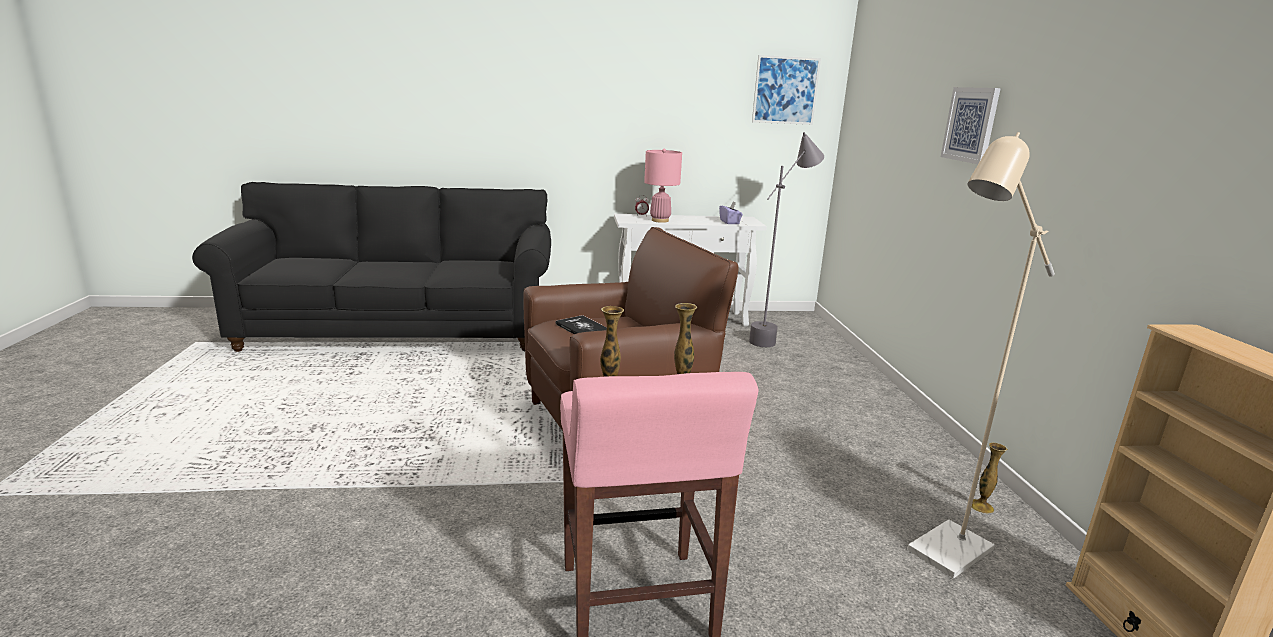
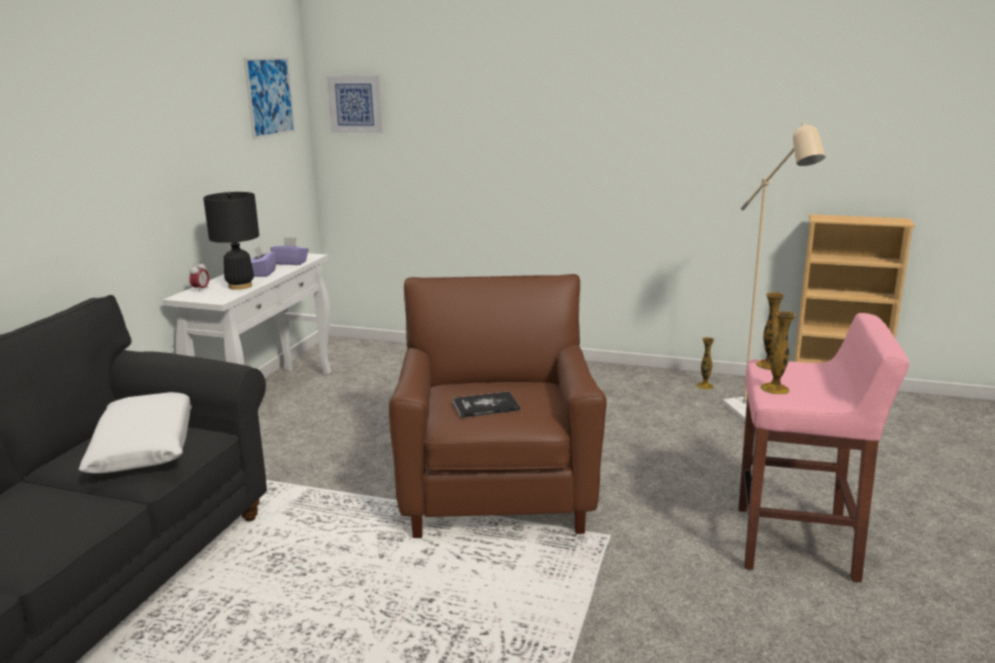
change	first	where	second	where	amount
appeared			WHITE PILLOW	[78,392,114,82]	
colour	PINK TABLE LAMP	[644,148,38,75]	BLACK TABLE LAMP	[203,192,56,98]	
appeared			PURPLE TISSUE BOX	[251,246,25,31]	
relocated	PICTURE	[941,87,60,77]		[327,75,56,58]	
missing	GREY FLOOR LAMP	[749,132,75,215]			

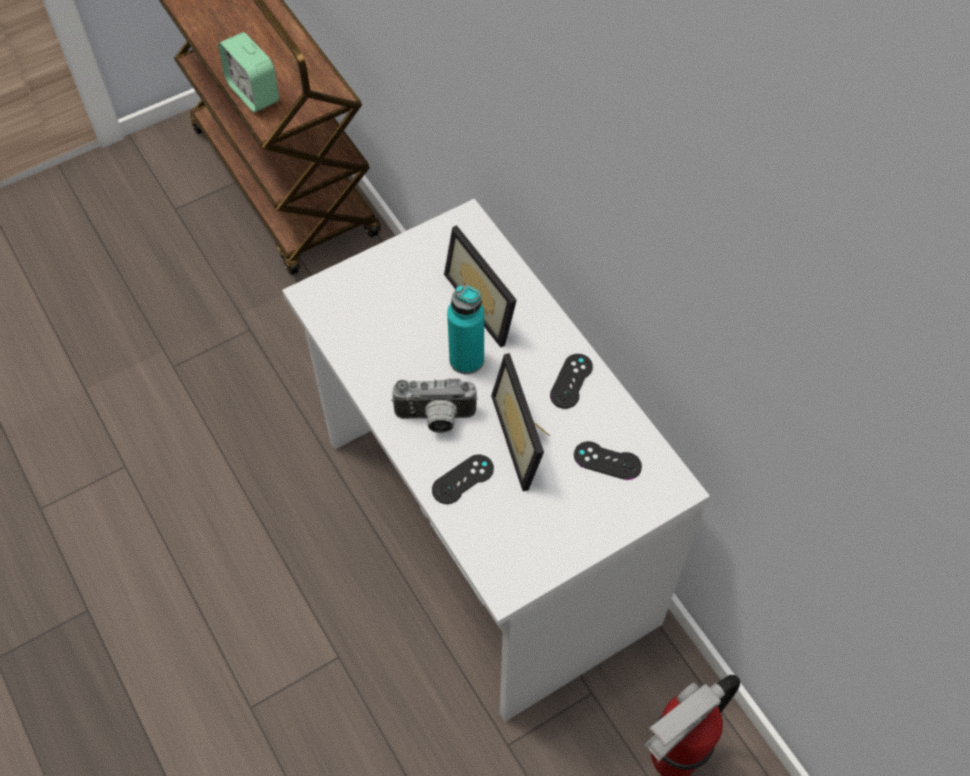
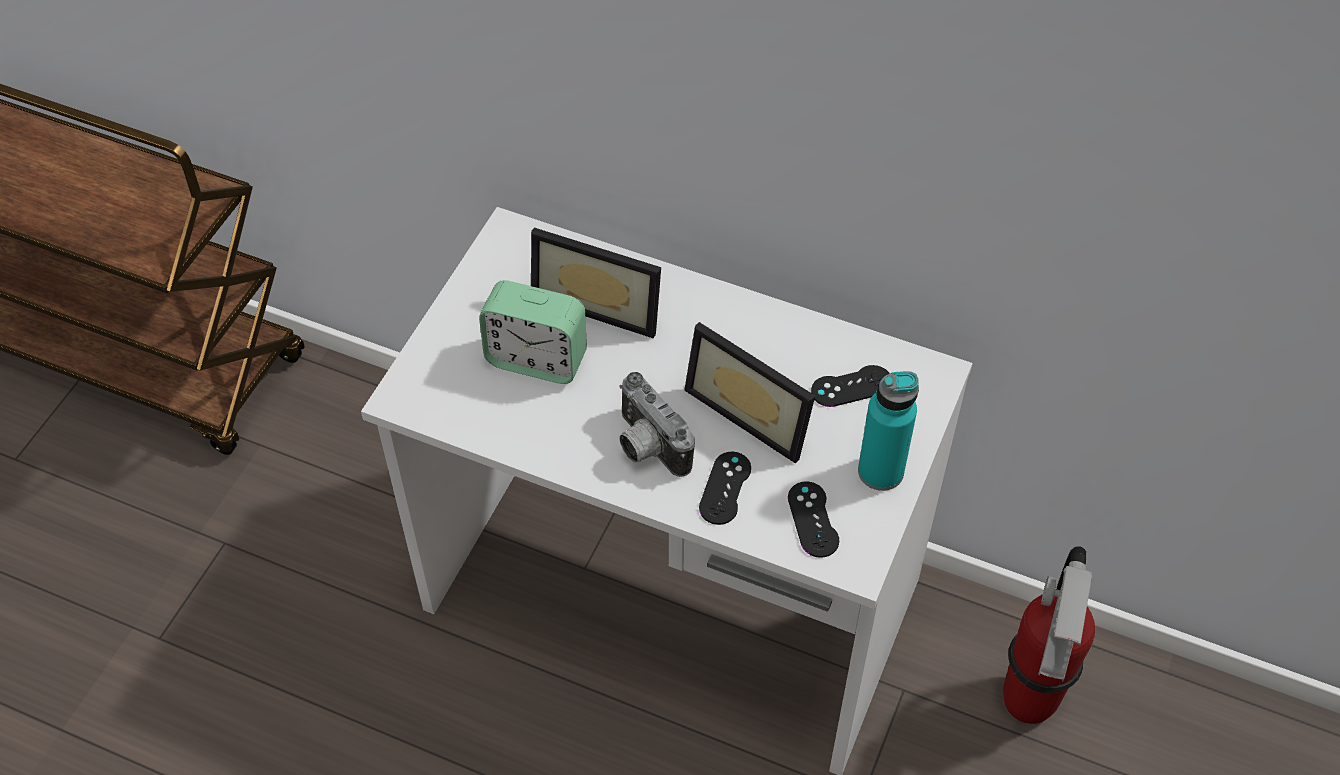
change	first	where	second	where	amount
relocated	ALARM CLOCK	[218,32,61,80]		[479,280,108,104]	
spun	PHOTO CAMERA	[391,379,87,54]		[619,372,76,105]	90 degrees clockwise
relocated	BLACK GAME CONTROLLER	[550,354,43,55]		[788,481,51,77]	
relocated	TURQUOISE BOTTLE	[447,285,37,90]		[858,371,61,120]	

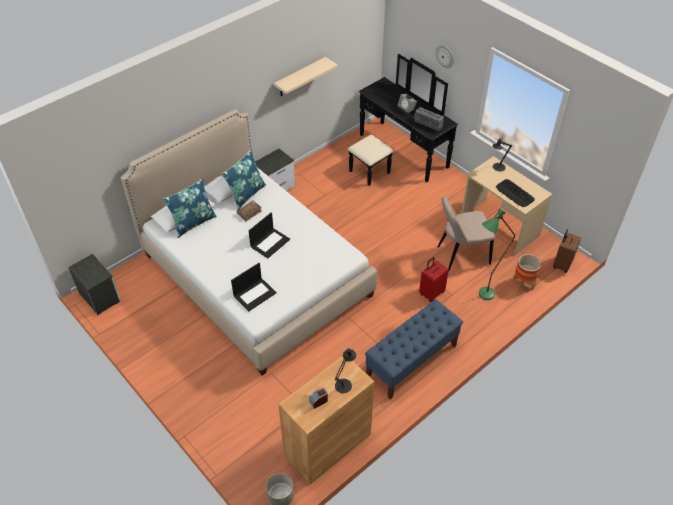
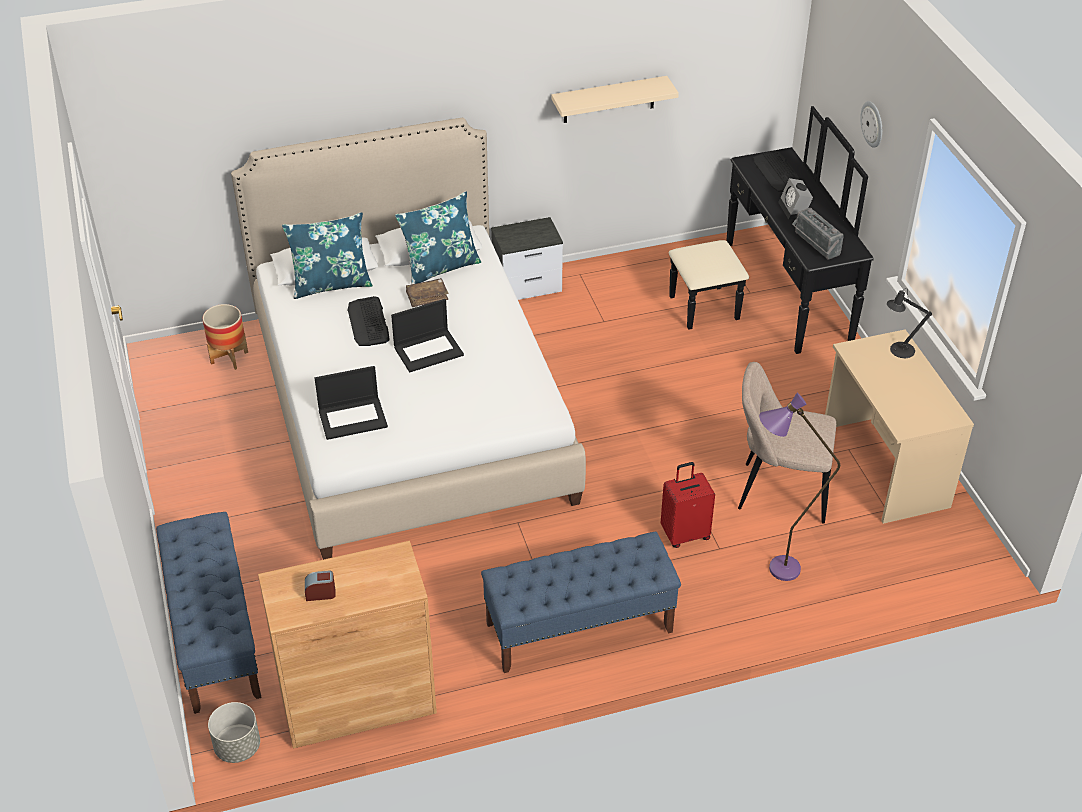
change	first	where	second	where	amount
appeared			BLUE BENCH	[156,512,106,202]	
relocated	PLANTER	[513,254,28,37]		[203,304,45,66]	
relocated	KEYBOARD	[496,179,39,28]		[347,296,43,50]	
colour	GREEN FLOOR LAMP	[479,208,36,92]	PURPLE FLOOR LAMP	[759,393,81,188]	
missing	NIGHTSTAND	[68,254,53,61]			
missing	BLACK TABLE LAMP	[335,348,21,45]			
missing	BROWN SUITCASE	[553,229,28,44]			

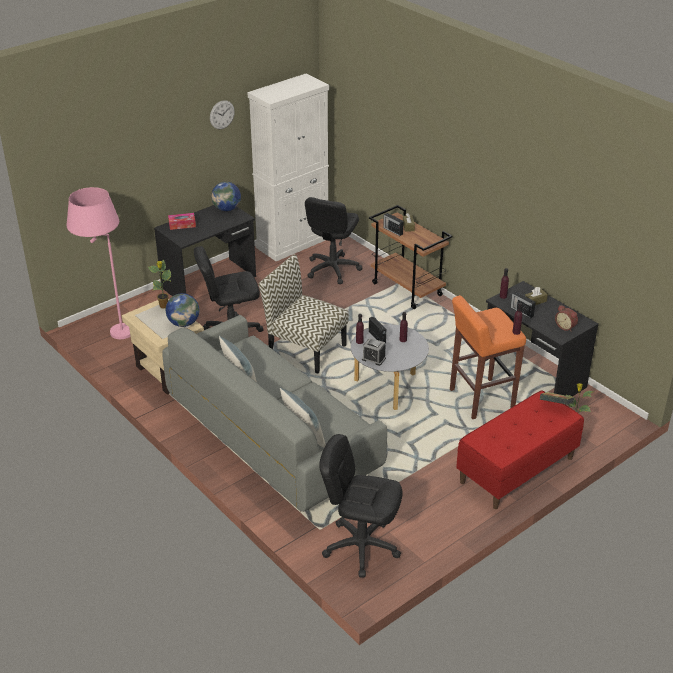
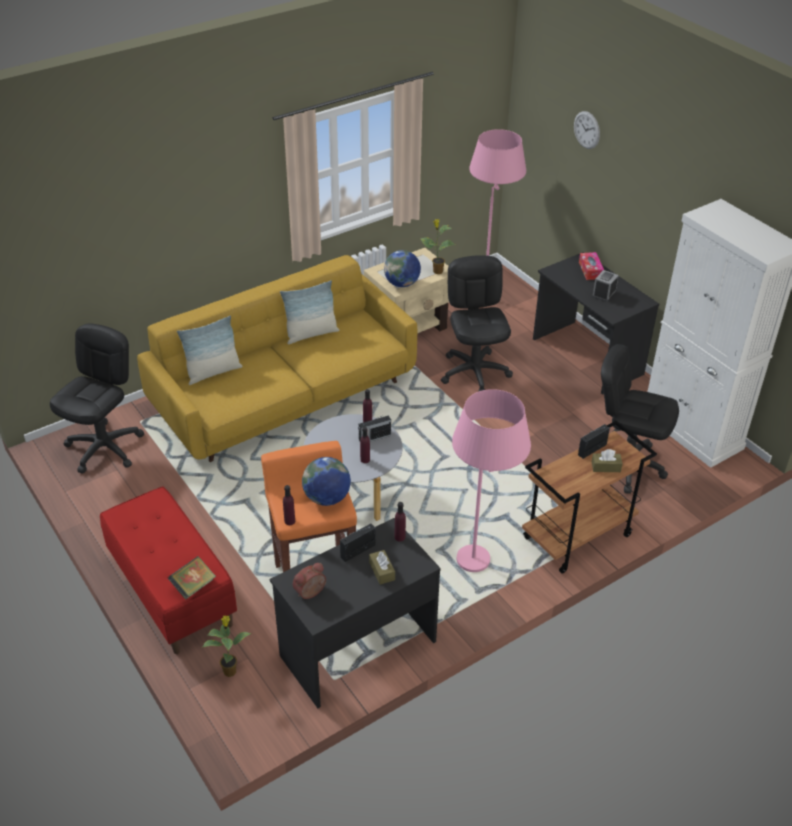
change	first	where	second	where	amount
colour	GREY SOFA	[162,315,225,197]	YELLOW SOFA	[137,255,280,207]	
relocated	GLOBE	[211,182,30,29]		[302,457,49,49]	
appeared			PINK FLOOR LAMP	[452,389,79,183]	
relocated	WALL CLOCK	[210,100,25,29]		[574,111,26,38]	
relocated	ALARM CLOCK	[362,338,24,28]		[592,270,27,32]	
missing	CHAIR	[259,255,90,119]			

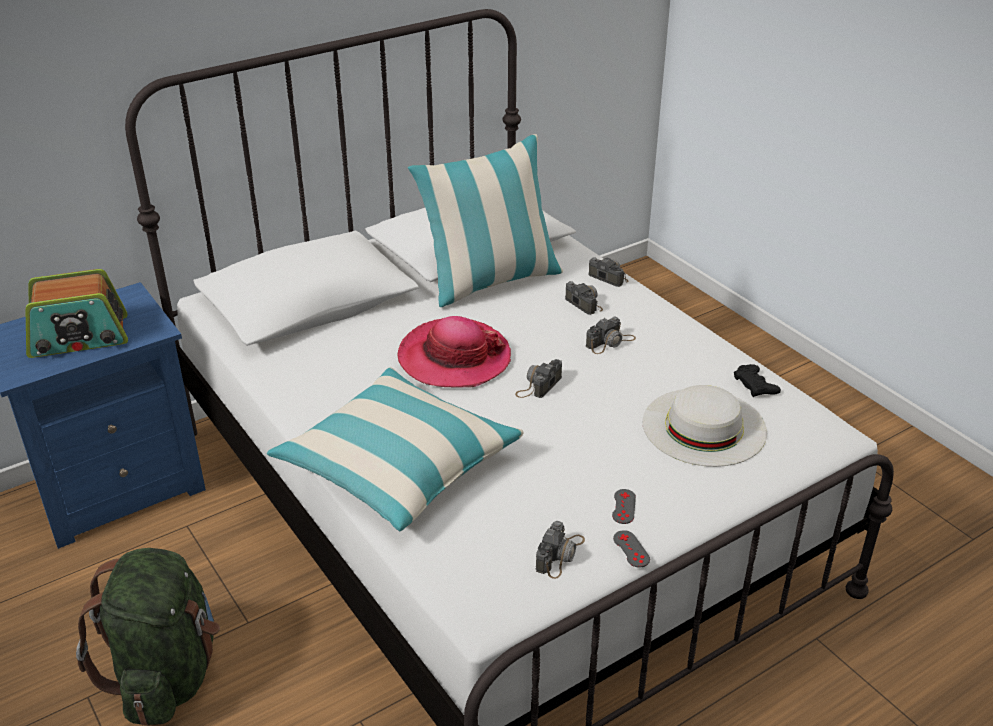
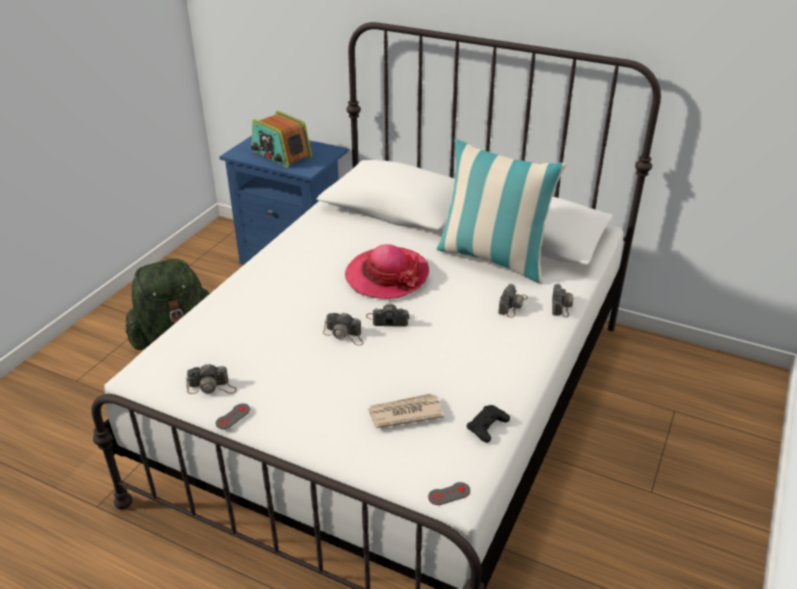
change	first	where	second	where	amount
relocated	PHOTO CAMERA	[586,317,50,37]		[323,312,41,34]	
exchanged	WHITE HAT	[642,385,125,82]	NEWSPAPER	[368,393,76,35]	
relocated	GREY GAME CONTROLLER	[612,489,24,35]		[428,482,42,23]	
missing	PILLOW	[267,367,256,165]			

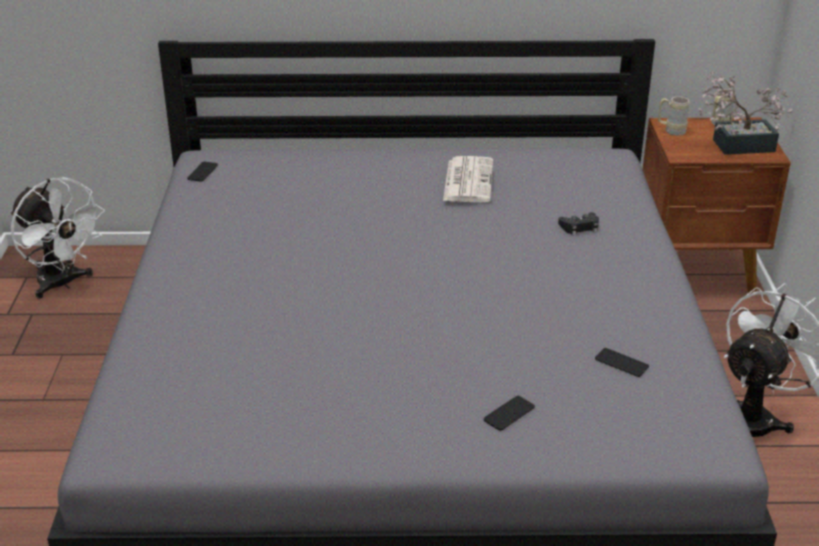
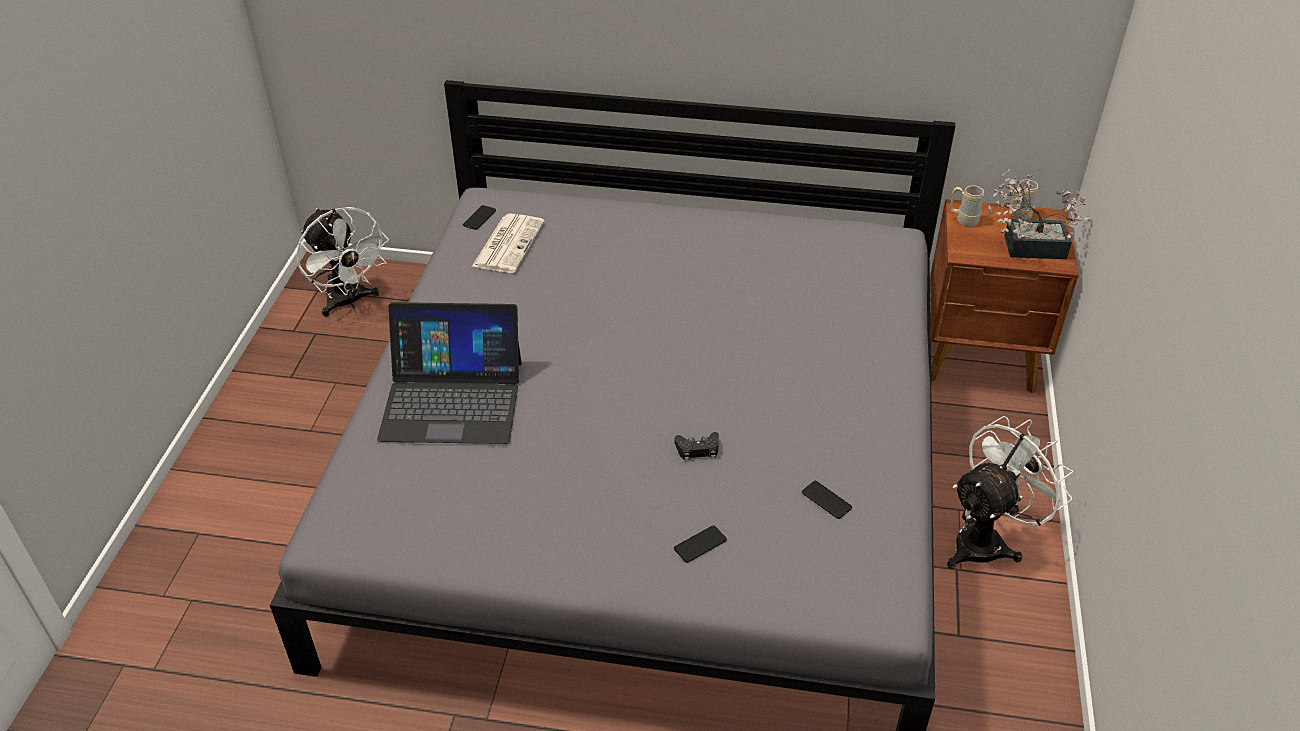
change	first	where	second	where	amount
appeared			LAPTOP	[377,302,145,142]	
relocated	NEWSPAPER	[443,156,50,47]		[472,214,73,59]	
relocated	BLACK GAME CONTROLLER	[558,212,41,24]		[675,432,44,30]	

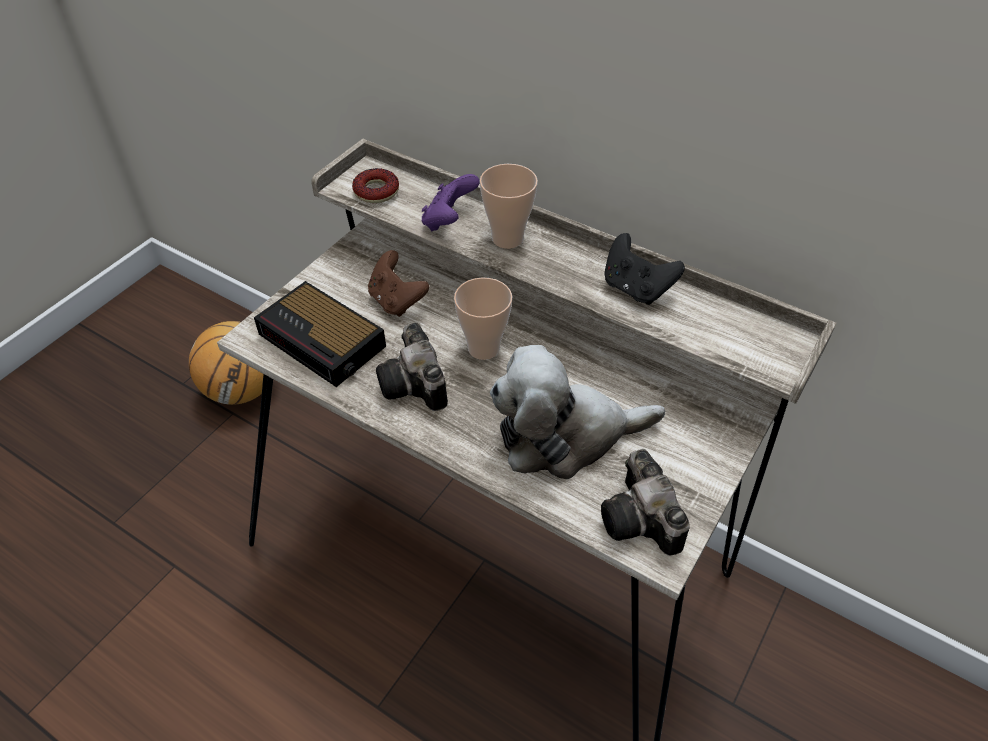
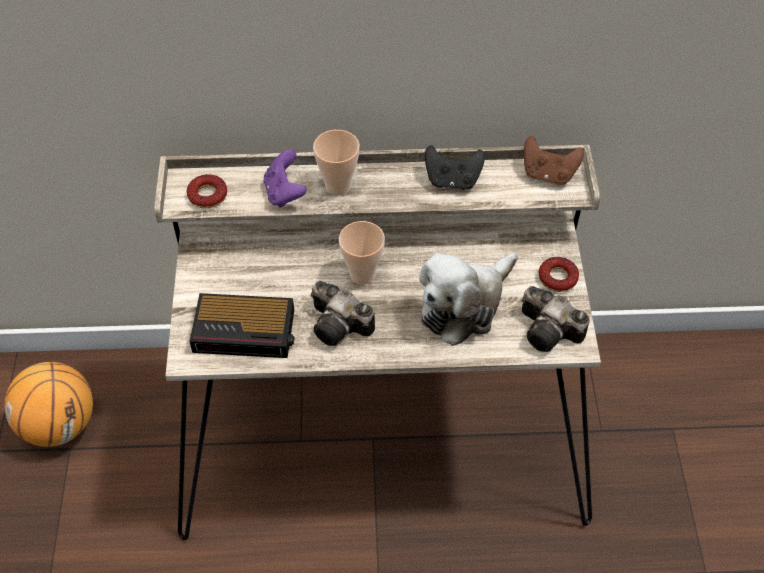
change	first	where	second	where	amount
relocated	BROWN GAME CONTROLLER	[368,250,61,67]		[524,136,60,49]	
appeared			DONUT	[539,257,40,35]	

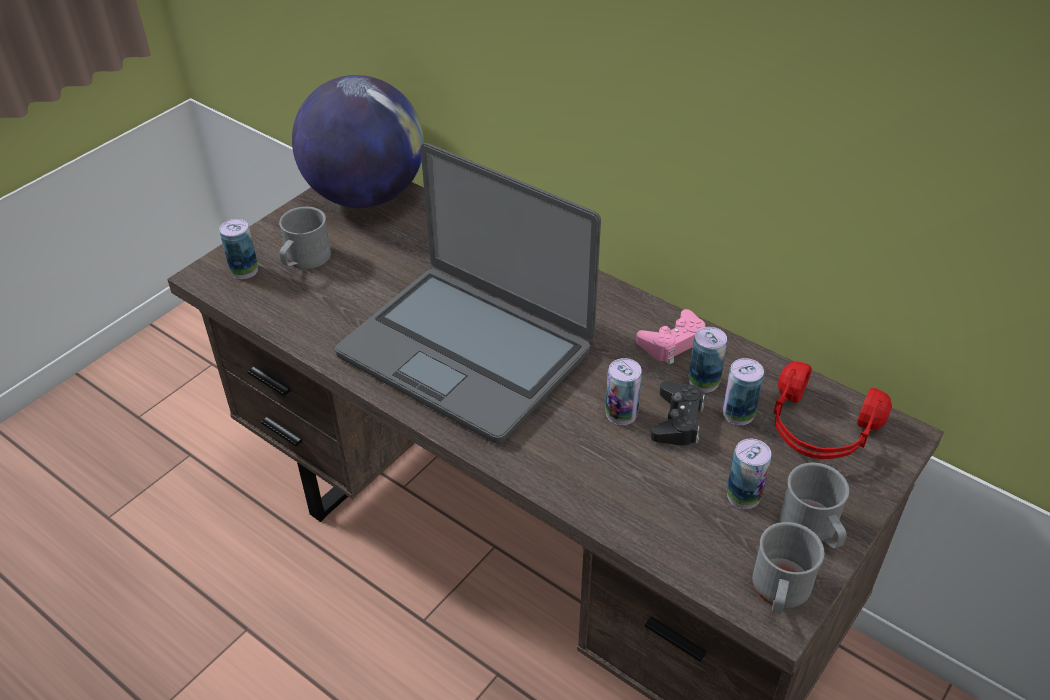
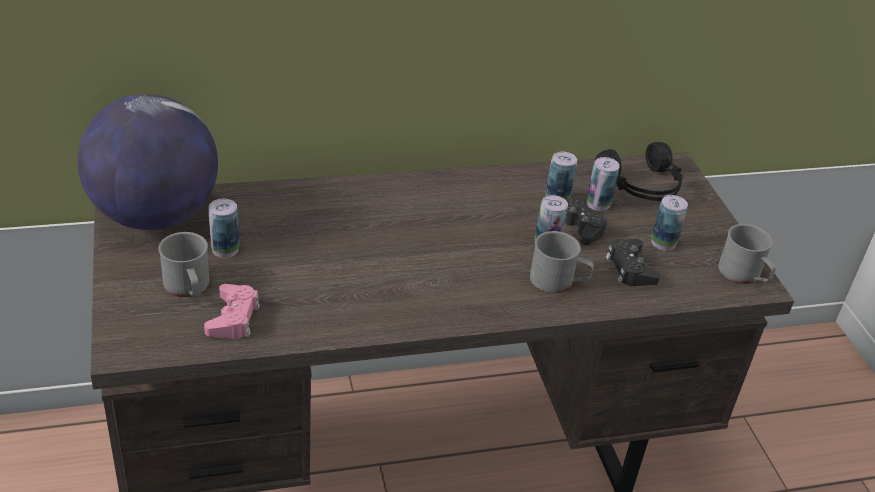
change	first	where	second	where	amount
relocated	PINK GAME CONTROLLER	[636,309,70,56]		[204,284,56,55]	
relocated	CAN	[219,219,39,60]		[208,199,31,59]	
relocated	GREY MUG	[780,463,69,85]		[530,231,64,62]	
colour	RED HEADPHONES	[773,361,119,98]	BLACK HEADPHONES	[595,142,88,59]	
appeared			BLACK GAME CONTROLLER	[606,239,54,47]	
missing	LAPTOP	[335,143,266,301]			

